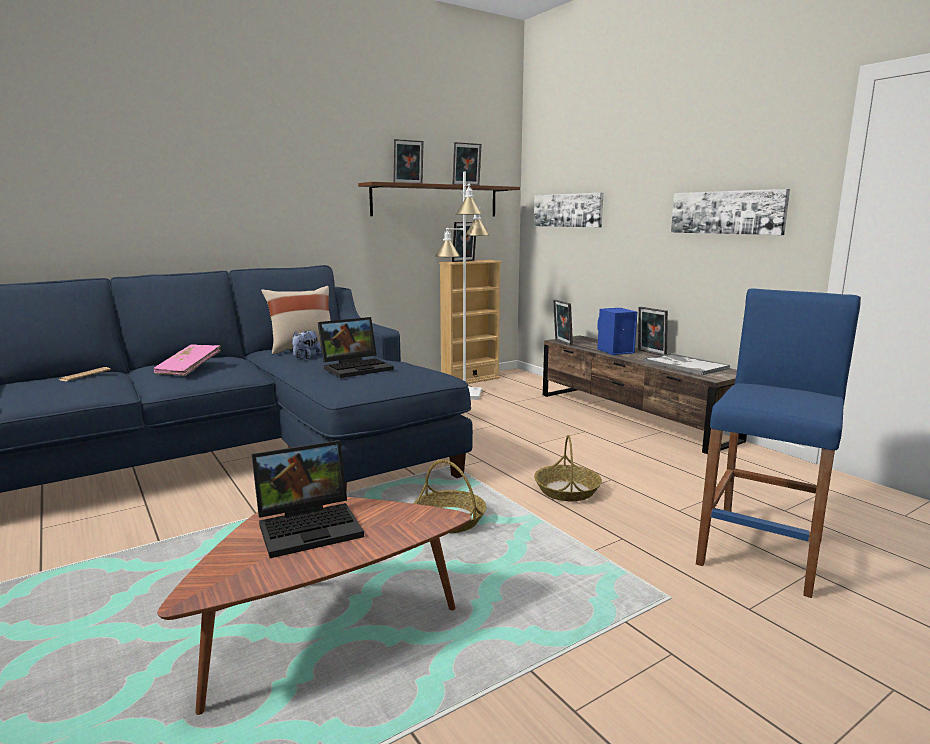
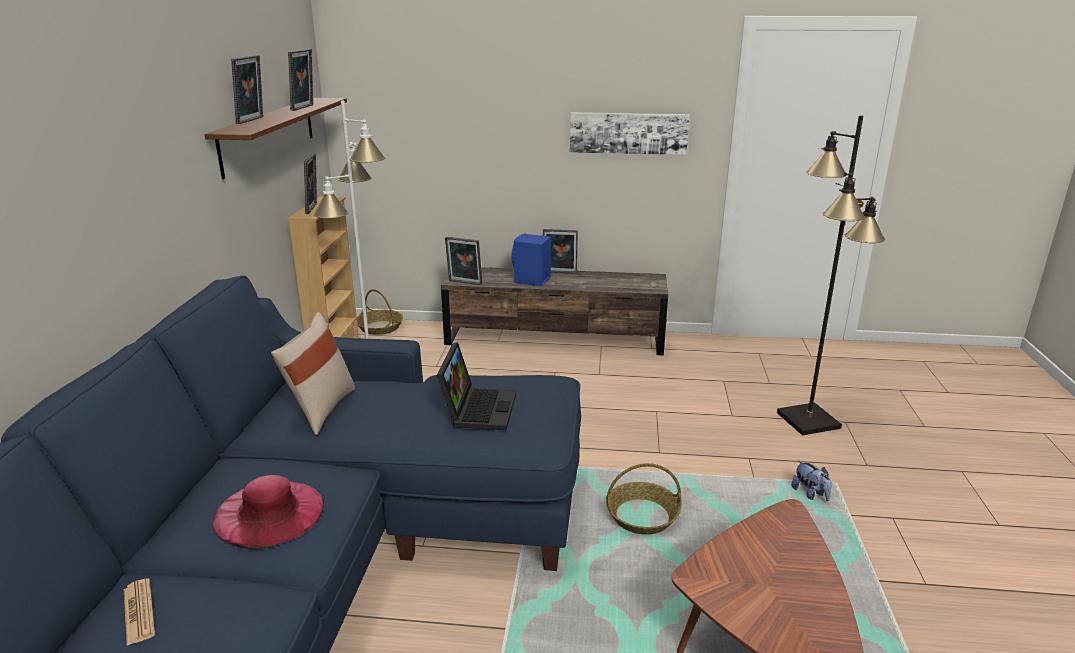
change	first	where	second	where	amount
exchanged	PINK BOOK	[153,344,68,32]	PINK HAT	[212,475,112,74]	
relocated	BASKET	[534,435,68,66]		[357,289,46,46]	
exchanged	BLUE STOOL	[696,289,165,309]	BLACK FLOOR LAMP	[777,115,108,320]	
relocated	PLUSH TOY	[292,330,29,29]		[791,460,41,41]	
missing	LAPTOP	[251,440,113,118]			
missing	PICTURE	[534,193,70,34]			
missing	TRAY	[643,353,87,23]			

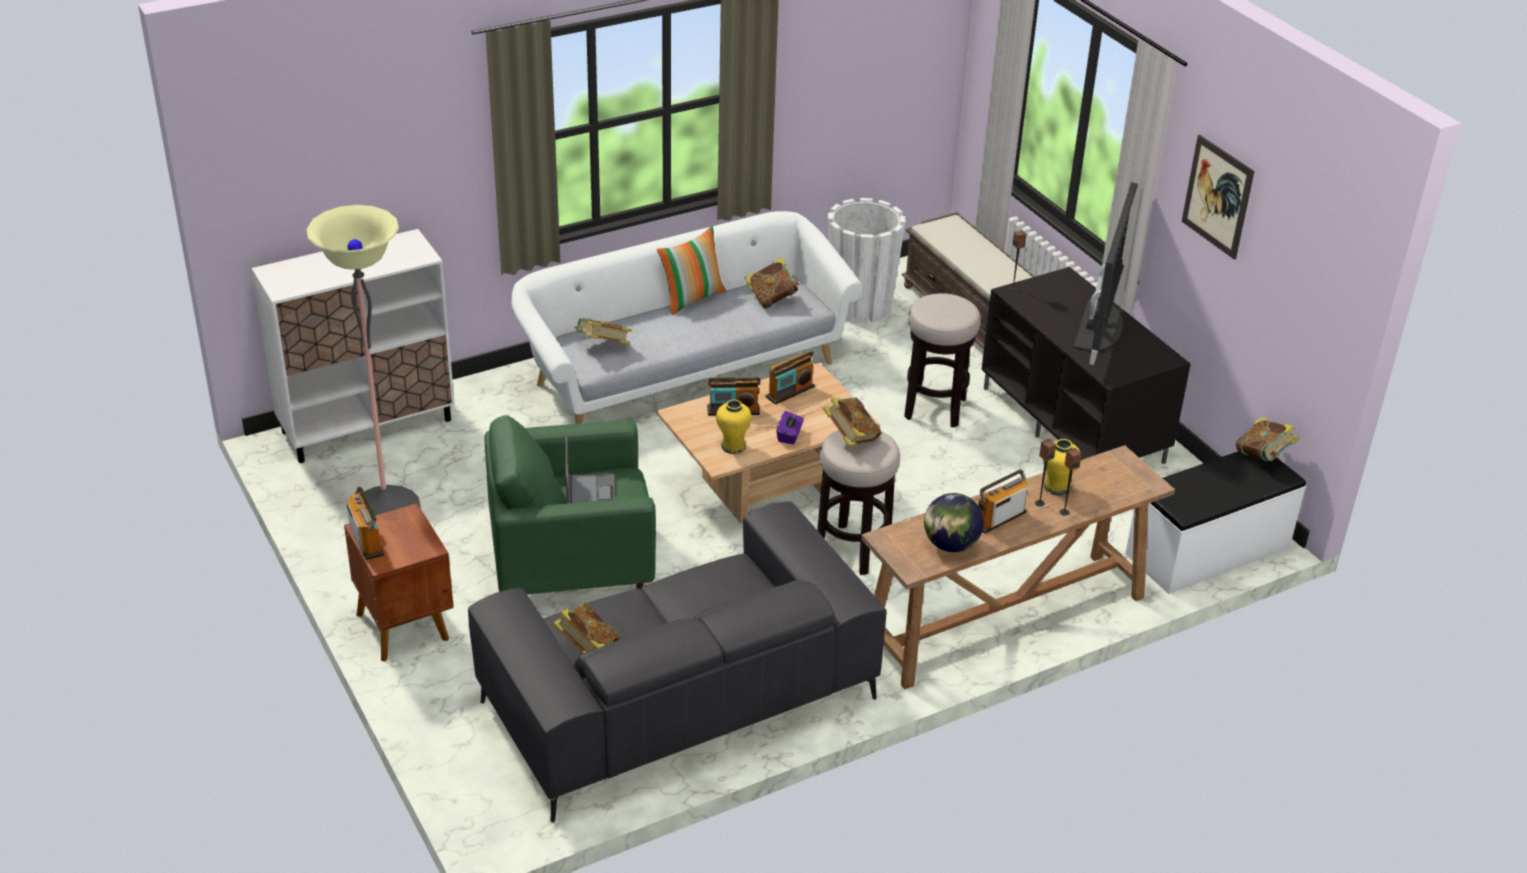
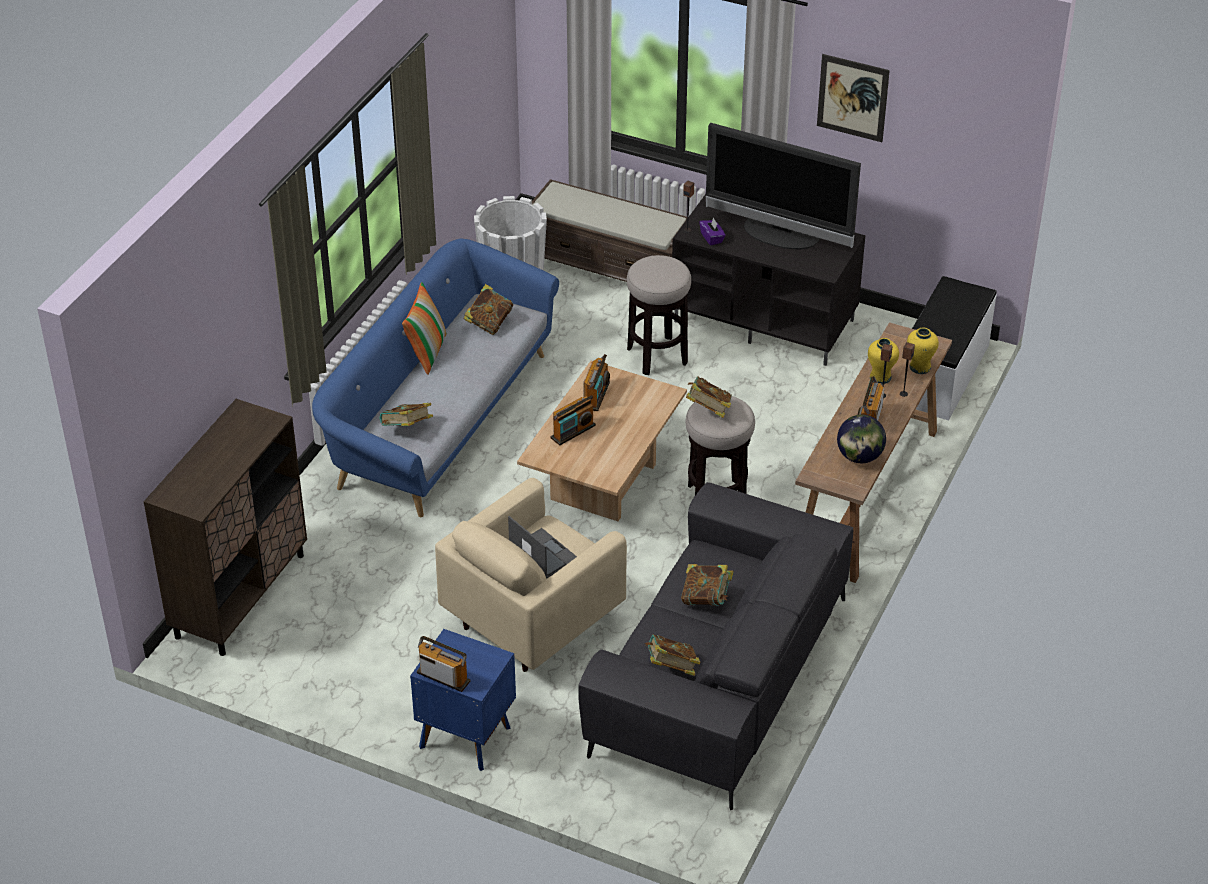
change	first	where	second	where	amount
colour	WHITE CABINET	[251,229,204,234]	BROWN CABINET	[144,399,163,257]	
colour	WHITE SOFA	[512,211,351,213]	BLUE SOFA	[312,238,247,279]	
colour	BROWN NIGHTSTAND	[344,503,110,159]	BLUE NIGHTSTAND	[410,629,106,142]	
colour	GREEN ARMCHAIR	[484,415,172,179]	BEIGE ARMCHAIR	[435,478,192,194]	
relocated	BOOK	[1236,417,63,44]		[681,564,53,42]	
relocated	PURPLE TISSUE BOX	[777,411,27,33]		[699,217,26,28]	
spun	TELEVISION	[1073,181,65,184]		[706,123,155,126]	135 degrees clockwise
relocated	YELLOW VASE	[716,399,36,55]		[907,327,32,47]	
missing	FLOOR LAMP	[307,205,114,310]			

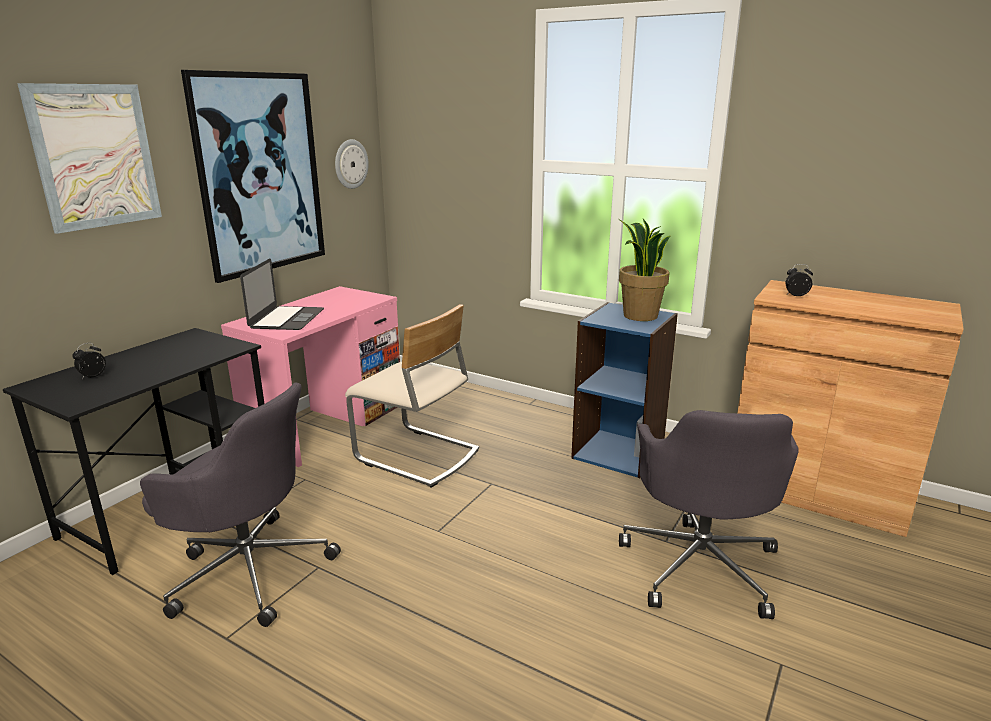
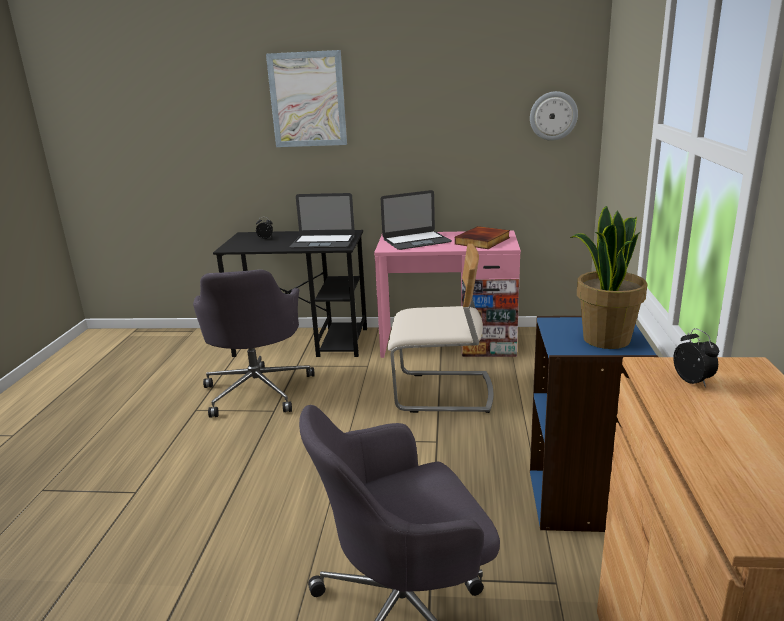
change	first	where	second	where	amount
appeared			LAPTOP	[290,193,65,55]	
spun	BEIGE CHAIR	[345,304,134,184]		[388,244,105,169]	90 degrees counterclockwise
appeared			BOOK	[455,226,55,23]	
missing	PICTURE	[181,70,144,213]			

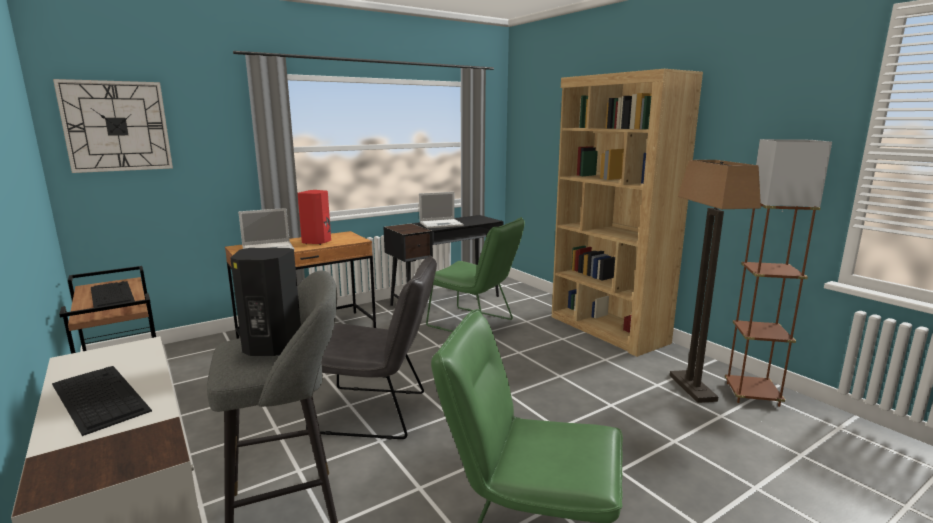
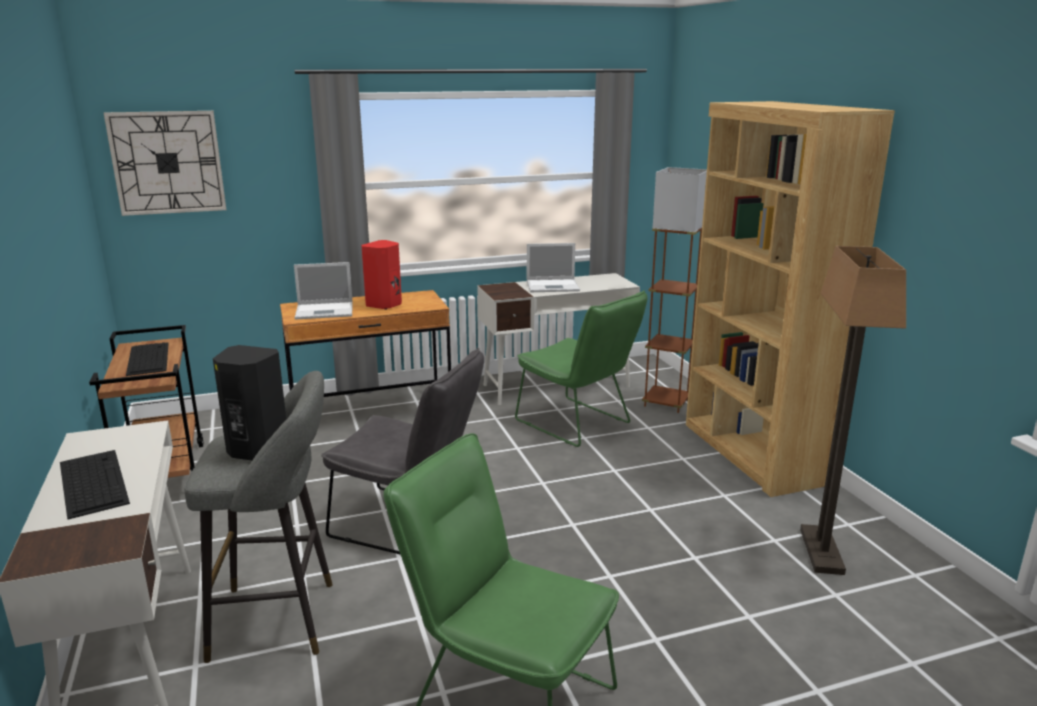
change	first	where	second	where	amount
colour	BLACK DESK	[383,215,121,91]	WHITE DESK	[477,273,163,132]	
relocated	BROWN FLOOR LAMP	[725,139,107,268]		[642,167,65,246]	

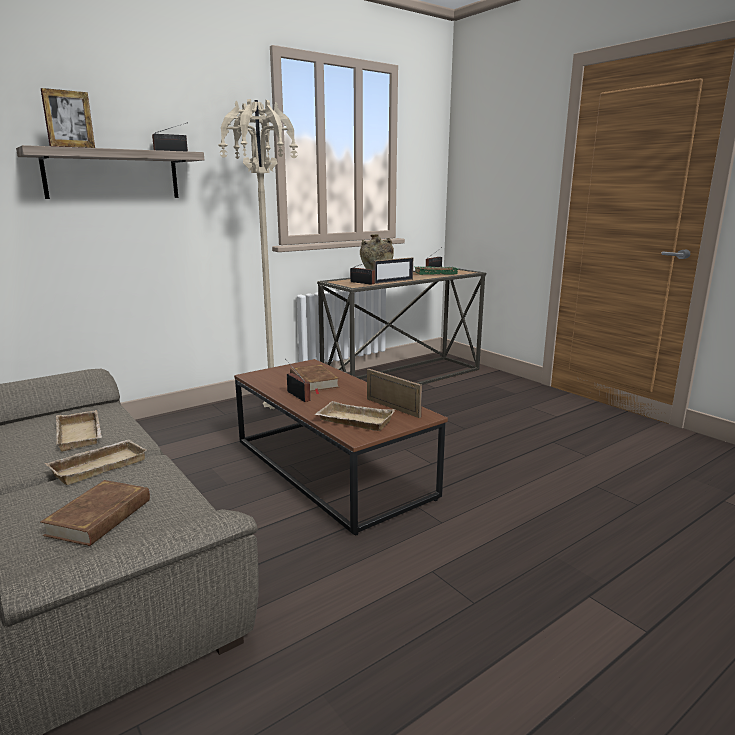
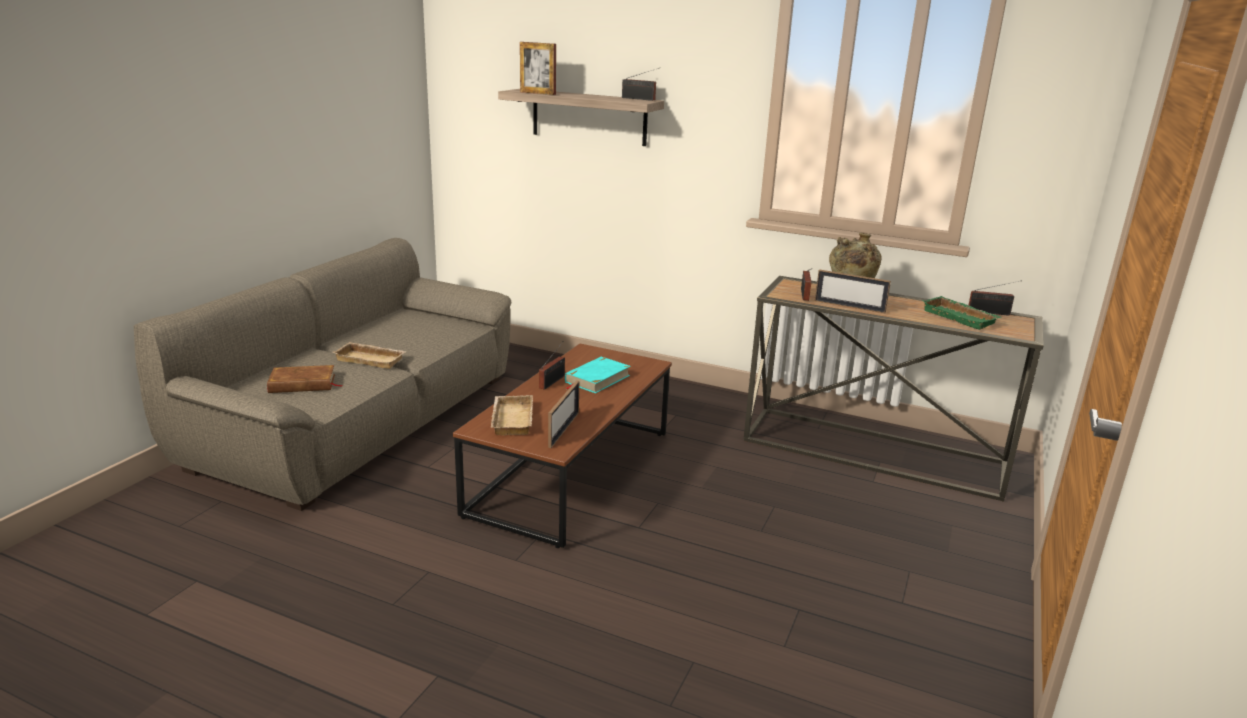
change	first	where	second	where	amount
colour	BROWN BOOK	[290,364,50,30]	TURQUOISE BOOK	[565,356,65,37]	
missing	BEIGE TRAY	[56,410,46,42]			
missing	BEIGE FLOOR LAMP	[219,99,79,310]			

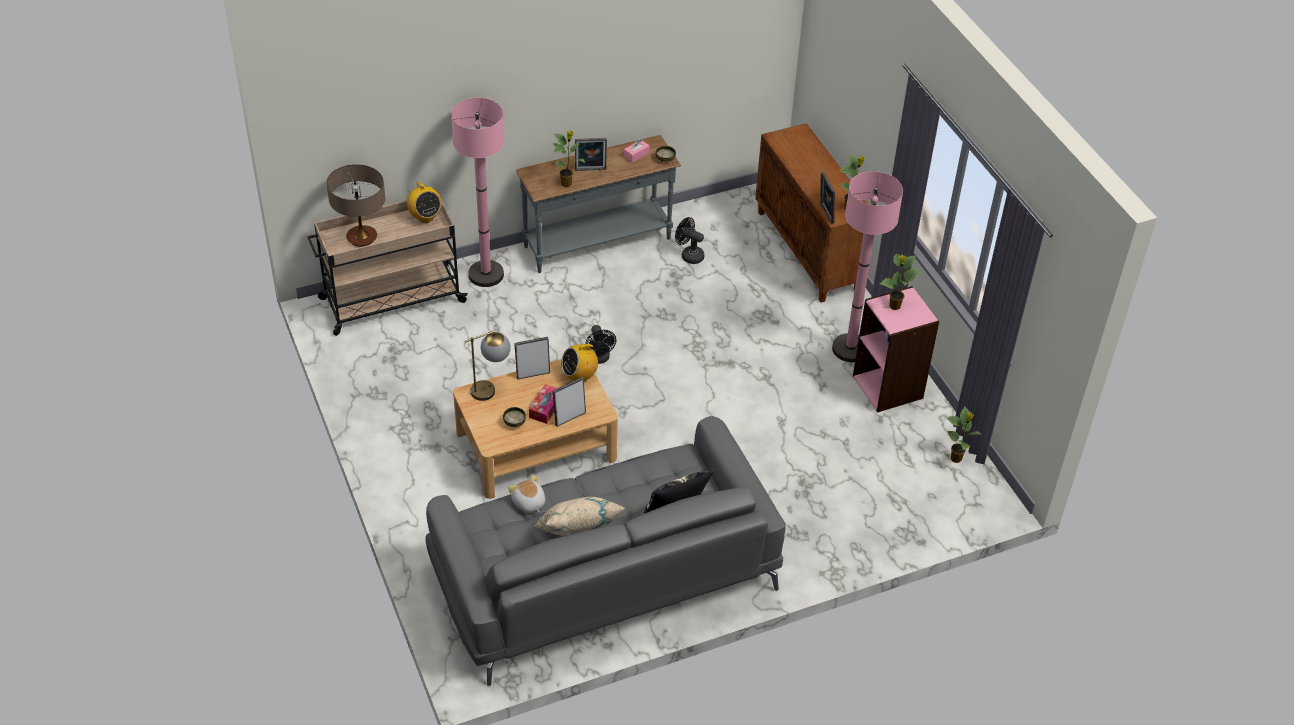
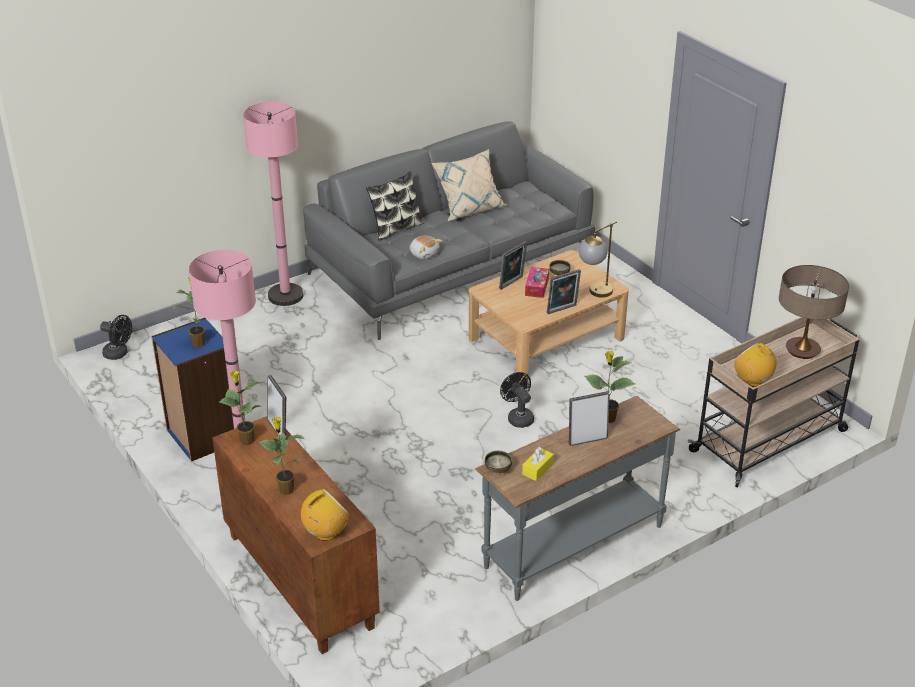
change	first	where	second	where	amount
relocated	BLACK FAN	[675,217,30,47]		[100,315,32,45]	
colour	PINK BOOKCASE	[853,286,86,127]	BLUE BOOKCASE	[151,318,83,144]	
relocated	PINK FLOOR LAMP	[451,98,54,189]		[243,101,61,205]	
relocated	POTTED PLANT	[946,406,36,57]		[259,417,46,78]	
relocated	RADIO	[561,344,37,38]		[301,489,49,52]	
relocated	PLUSH TOY	[508,475,37,37]		[410,236,33,23]	
colour	PINK TISSUE BOX	[624,139,25,24]	YELLOW TISSUE BOX	[522,447,32,34]	

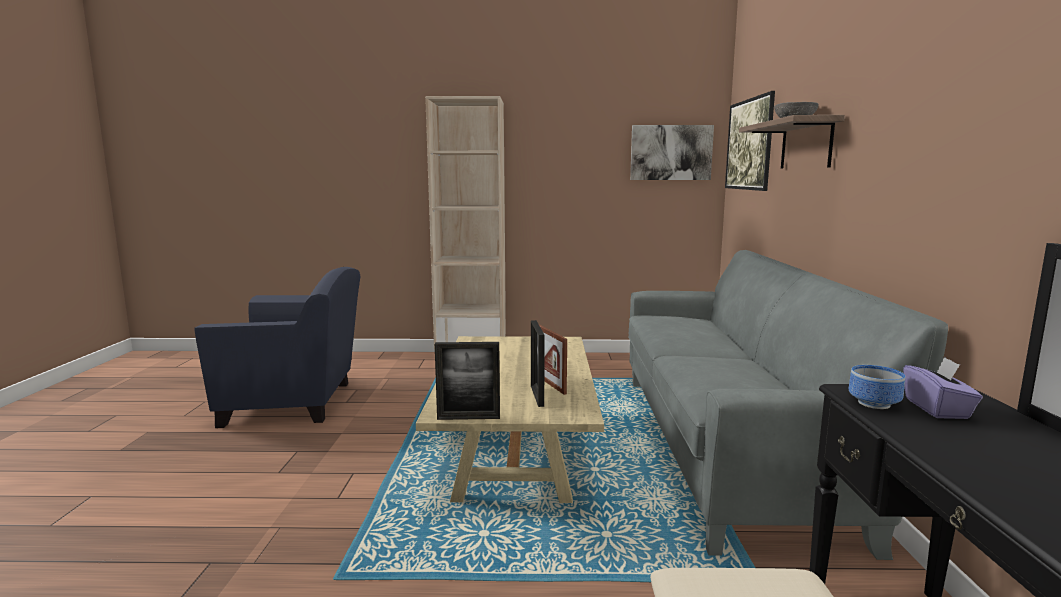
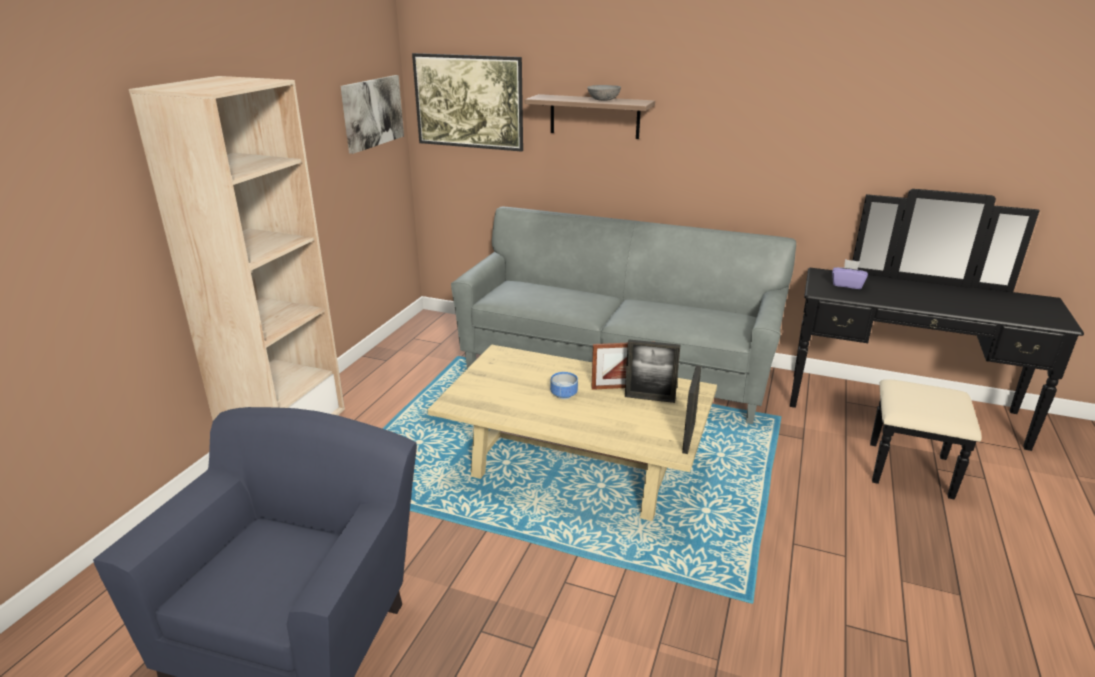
change	first	where	second	where	amount
relocated	BOWL	[849,365,56,44]		[550,372,28,27]	

